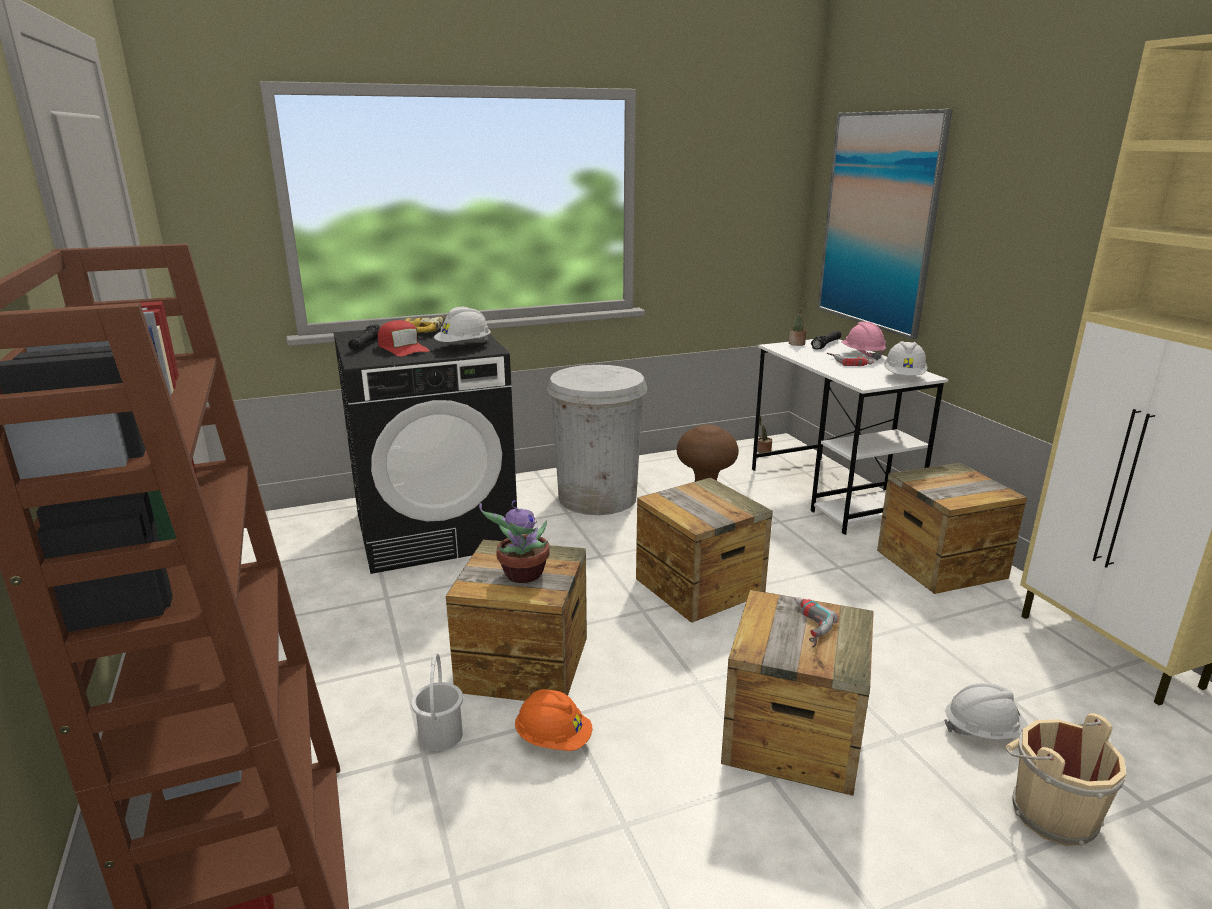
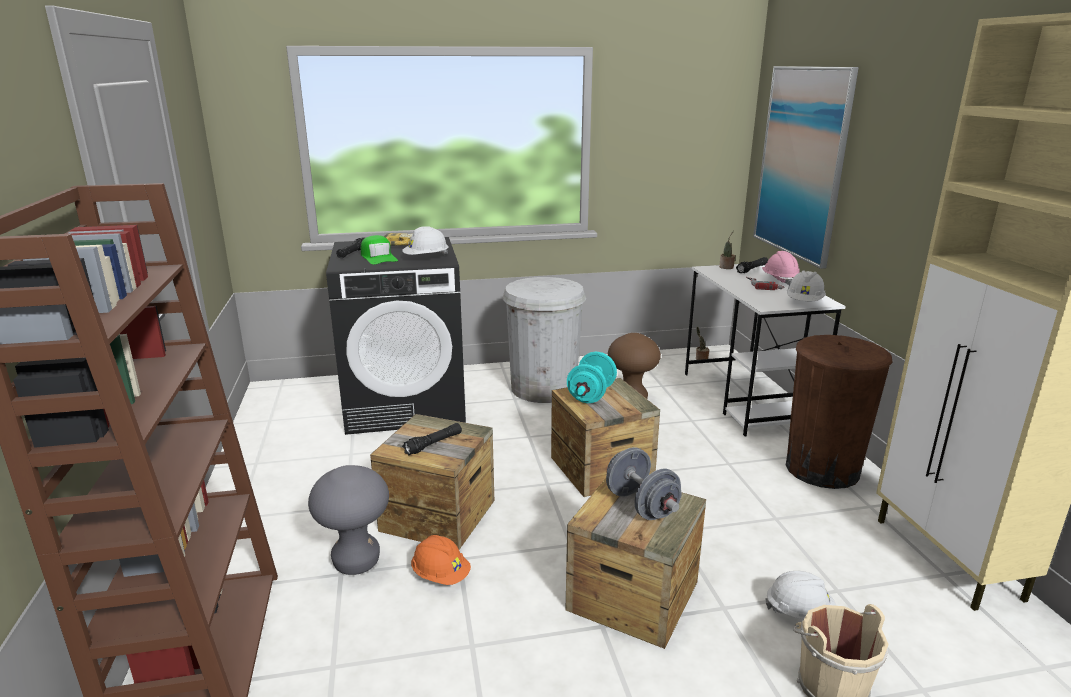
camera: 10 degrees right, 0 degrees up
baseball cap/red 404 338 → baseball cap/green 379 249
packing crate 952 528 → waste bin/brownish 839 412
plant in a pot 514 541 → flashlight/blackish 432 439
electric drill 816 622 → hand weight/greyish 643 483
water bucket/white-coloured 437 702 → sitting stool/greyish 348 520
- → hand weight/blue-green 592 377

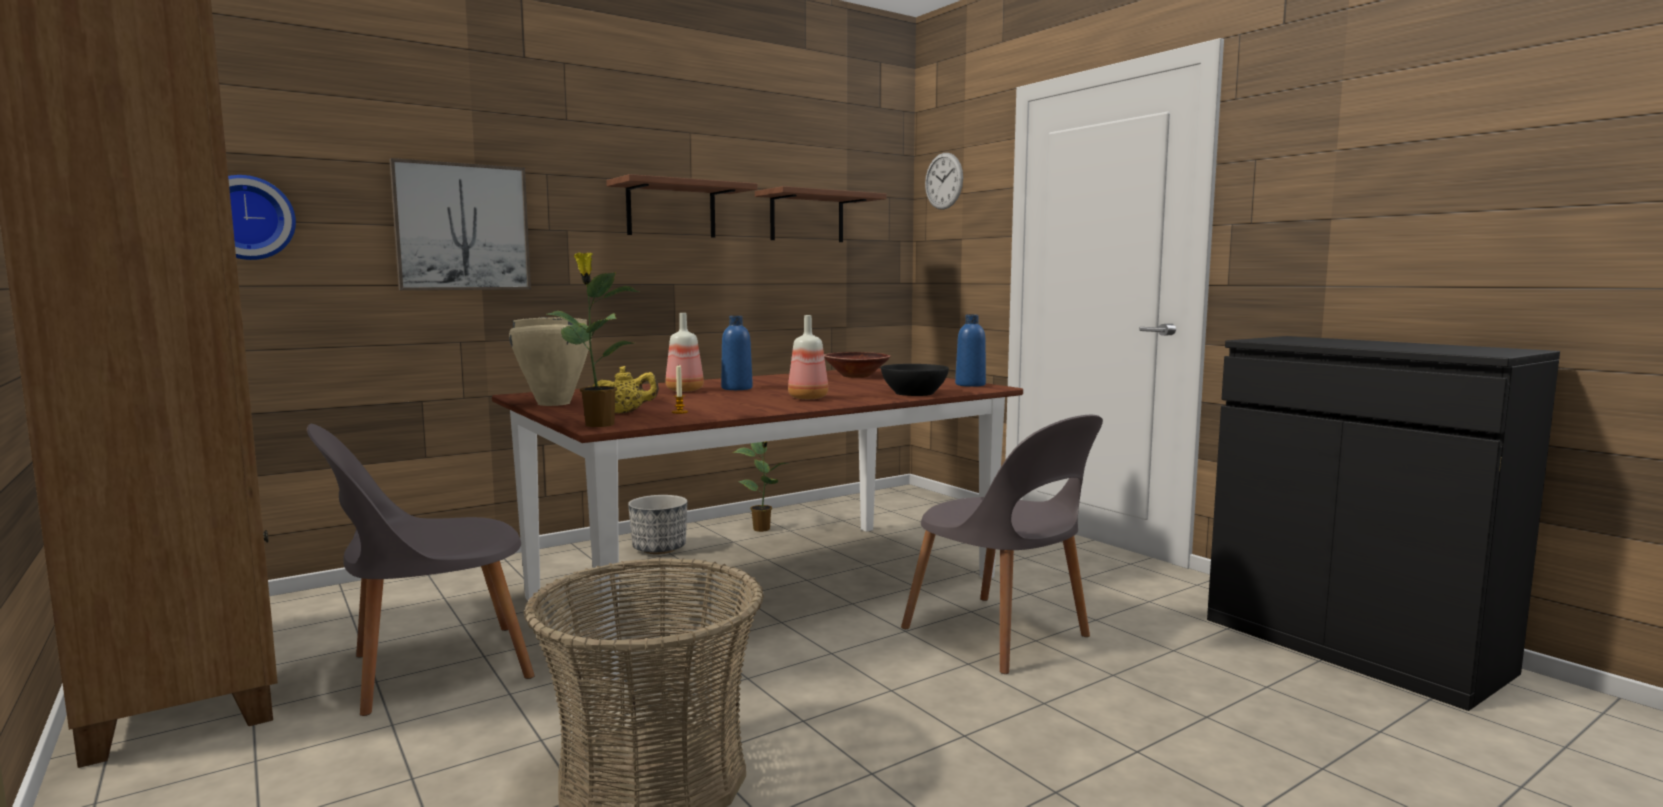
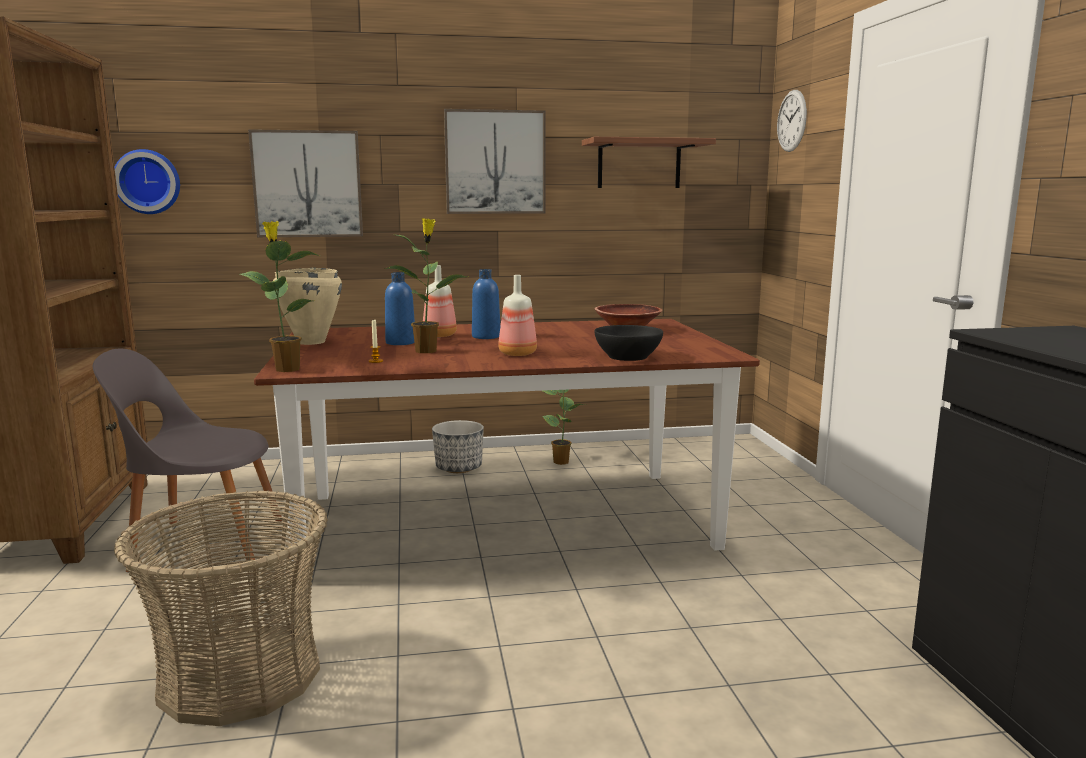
camera: 25 degrees right, 5 degrees up
wall shelf 682 206 → picture 495 161
drink bottle/bluish 970 351 → drink bottle/bluish 400 308, moved
teapot/yellow-coloured 626 389 → -
chair/greyish 1002 544 → -
- → plant in a pot 426 285

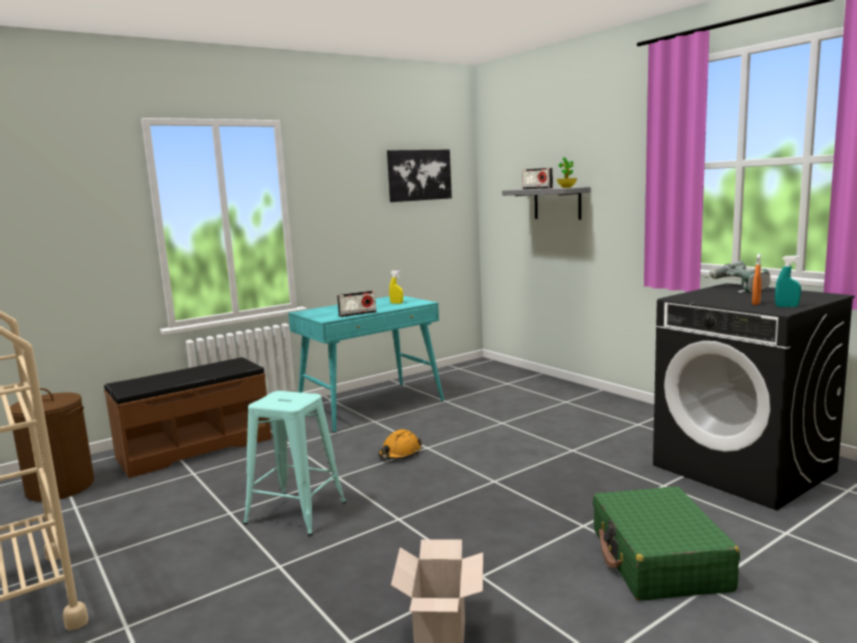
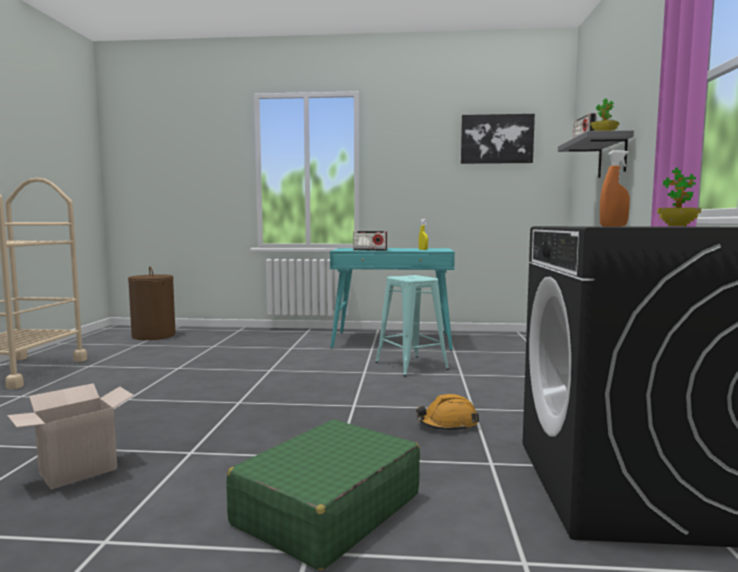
camera: 40 degrees right, 5 degrees down
spray bottle/blue-green 788 281 → -
electric drill 737 277 → plant in a pot 679 197
indoor bench/brownish 187 417 → -
sitting stool/blue-green 294 463 → sitting stool/blue-green 412 325, moved
safety helmet/orange 400 444 → safety helmet/orange 447 413, moved

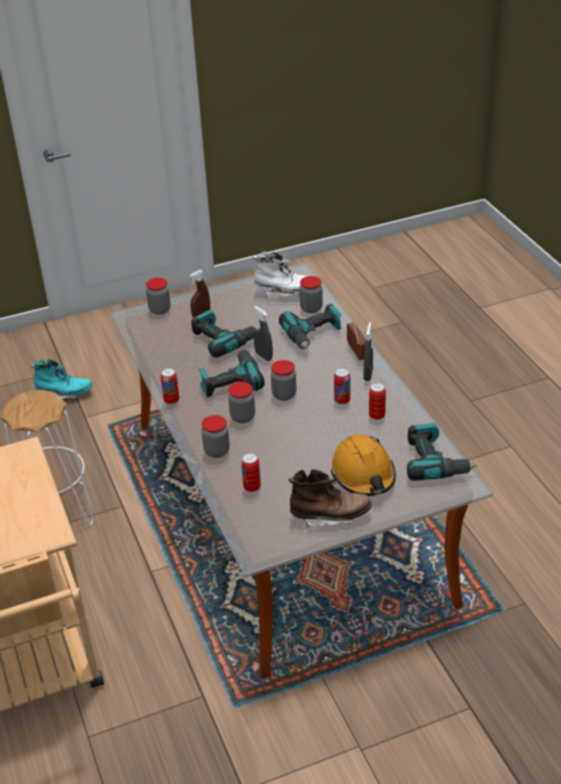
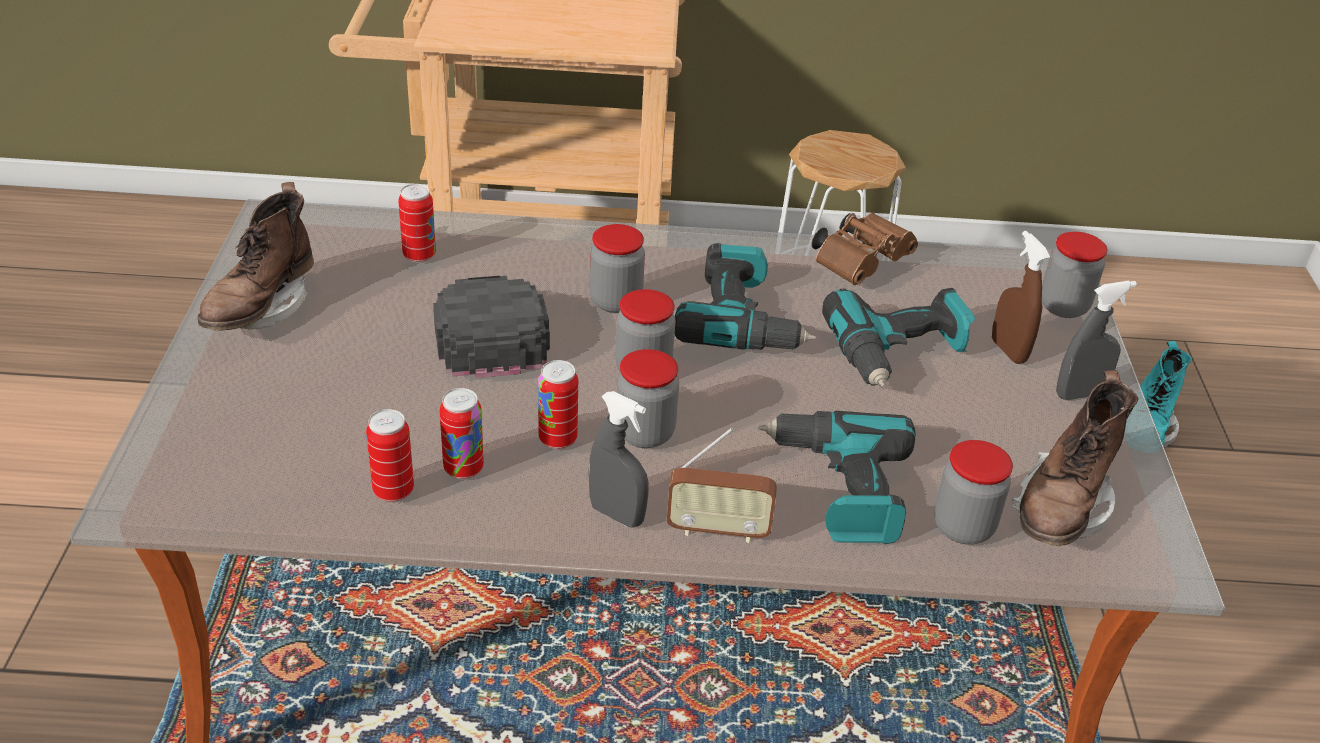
camera: 110 degrees right, 0 degrees up
high-top boot/white-coloured 280 275 → high-top boot/brownish 1075 458
spray bottle/greyish 263 333 → spray bottle/greyish 1096 340, moved
sealed can 170 386 → sealed can 390 455, moved
storage jar 215 436 → storage jar 648 398, moved
electric drill 442 452 → -
safety helmet/orange 363 465 → -
- → binoculars/brownish 865 249
- → baseball cap/blackish 491 327

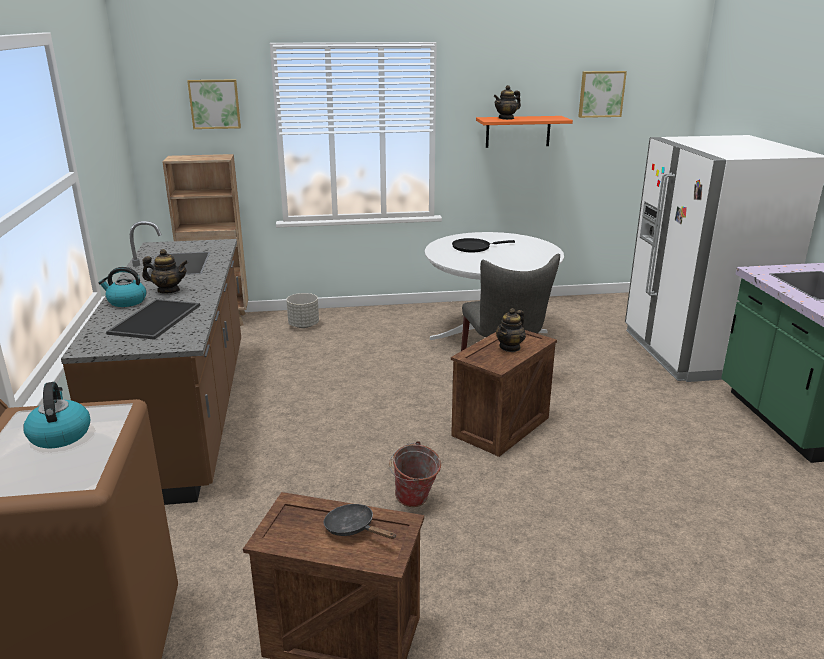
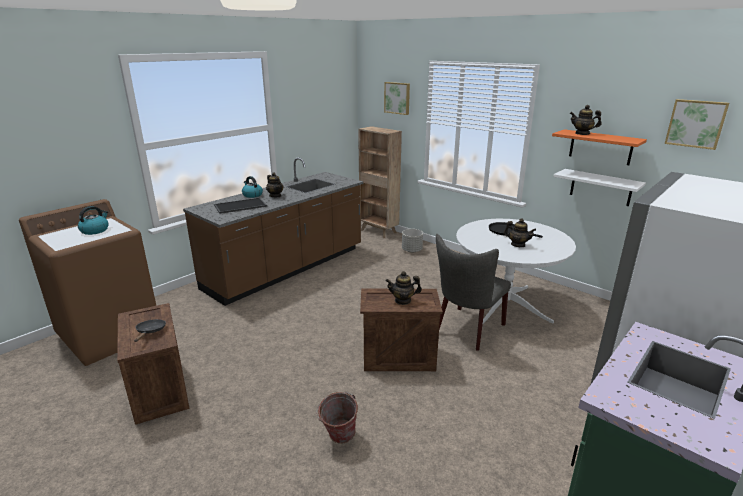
camera: 50 degrees right, 0 degrees up
water bucket 415 474 → water bucket 337 418, moved
- → wall shelf/white-coloured 599 187
- → teapot 520 233

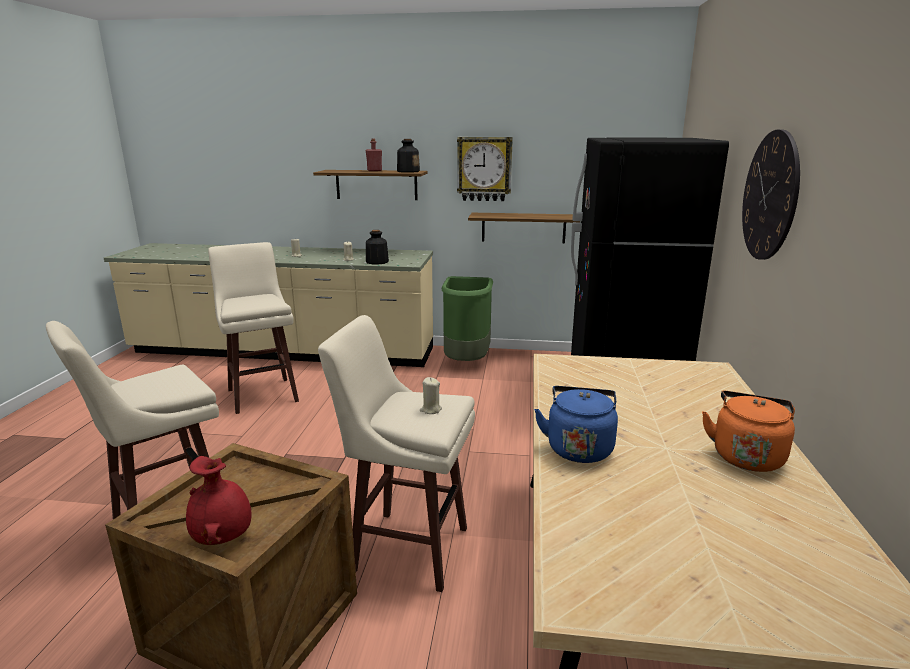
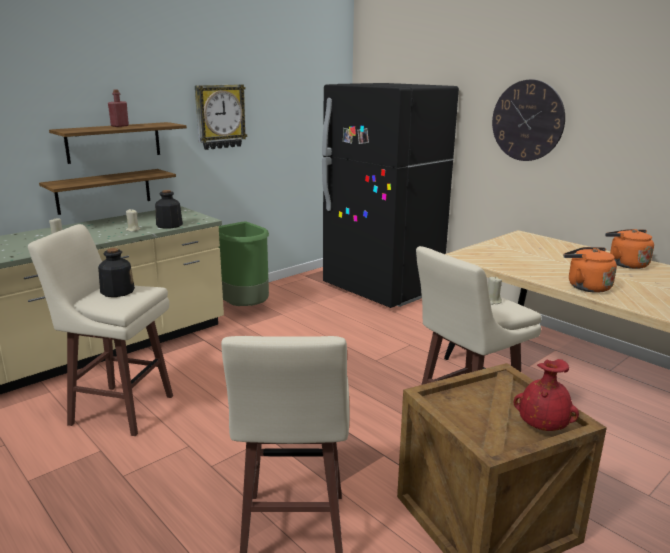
camera: 50 degrees left, 0 degrees up
drink bottle 408 156 → drink bottle 116 272, moved
wall shelf 524 228 → wall shelf 107 192, moved
tea kettle/bluish 576 424 → tea kettle/orange 590 270

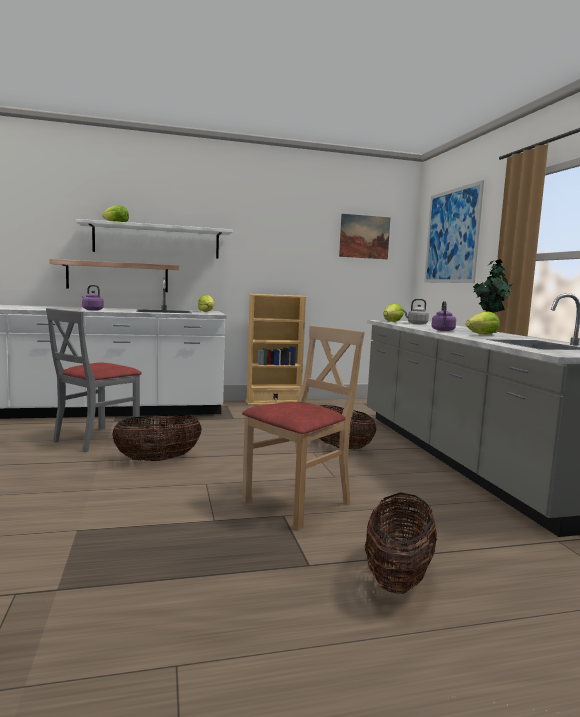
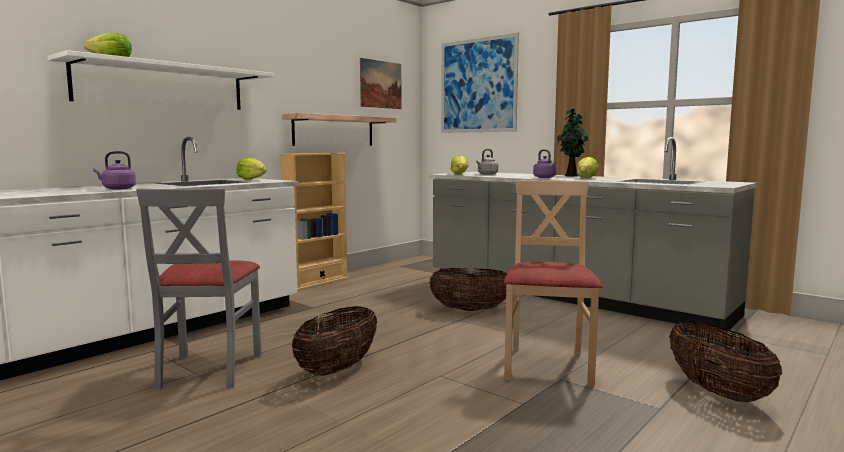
camera: 35 degrees left, 0 degrees up
wall shelf 114 275 → wall shelf 339 129, moved

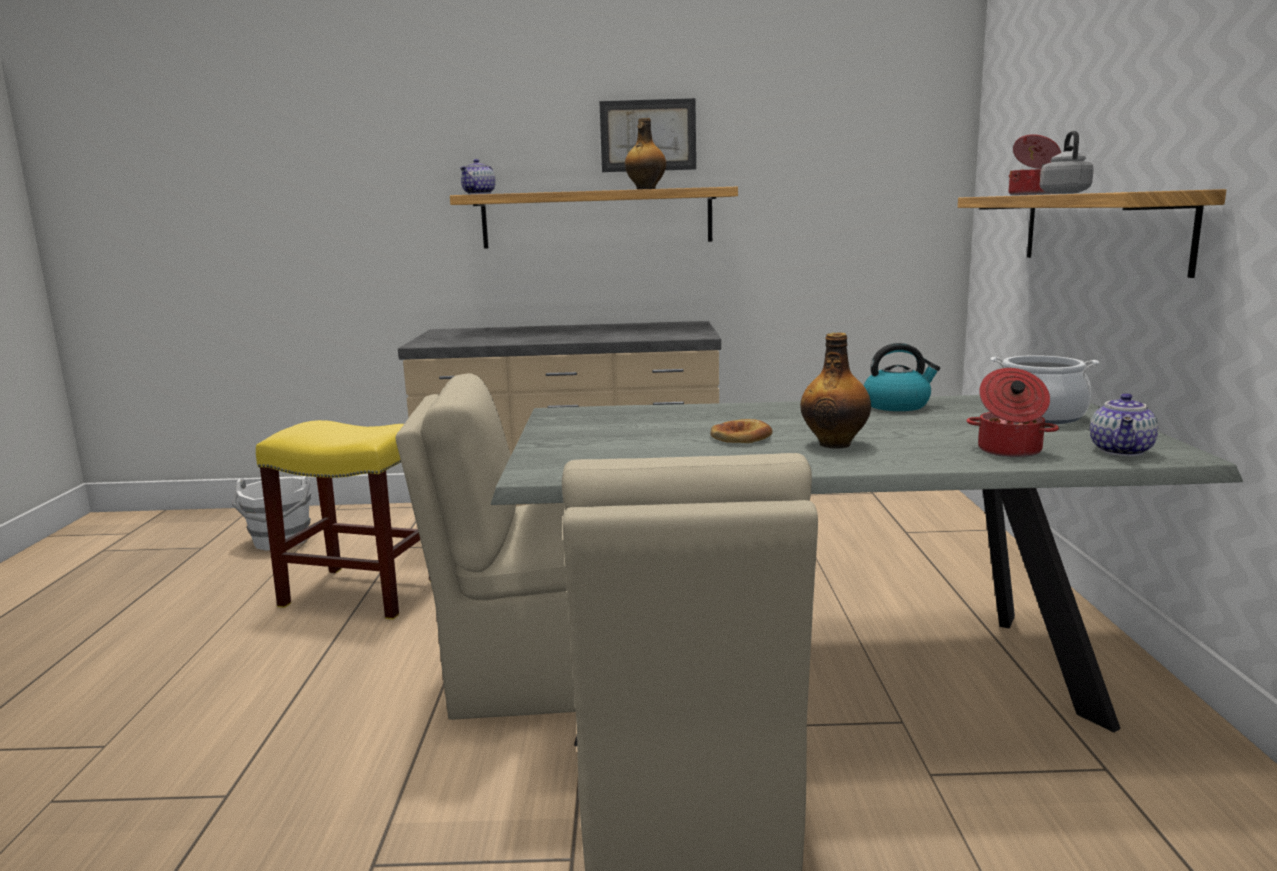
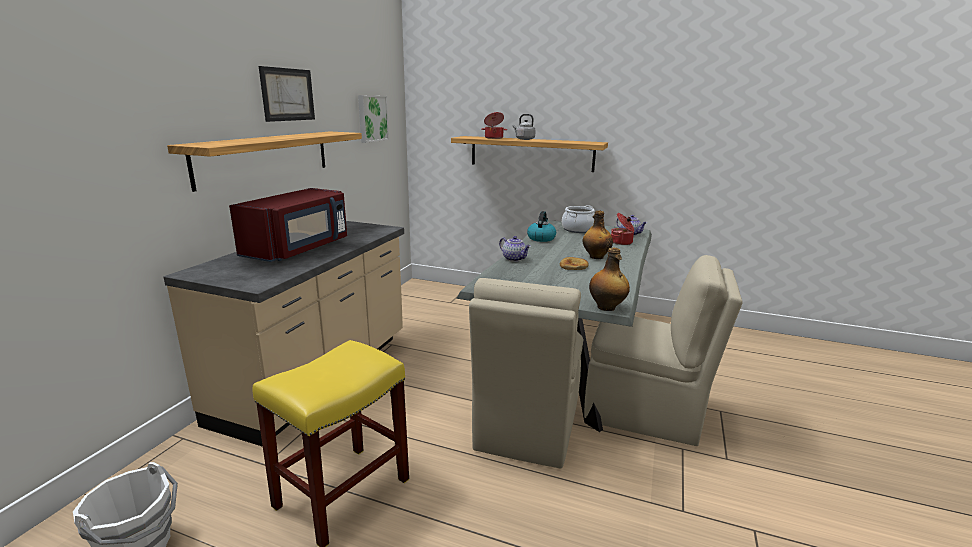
camera: 70 degrees left, 5 degrees up
drink bottle 645 154 → drink bottle 609 279, moved
teapot 478 177 → teapot 515 249, moved
- → picture 373 119
- → microwave/red 288 225

